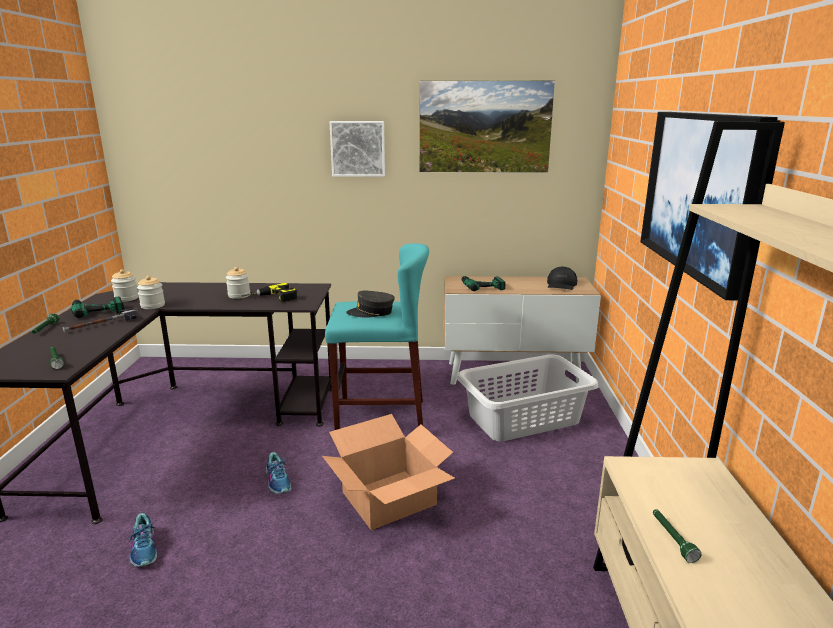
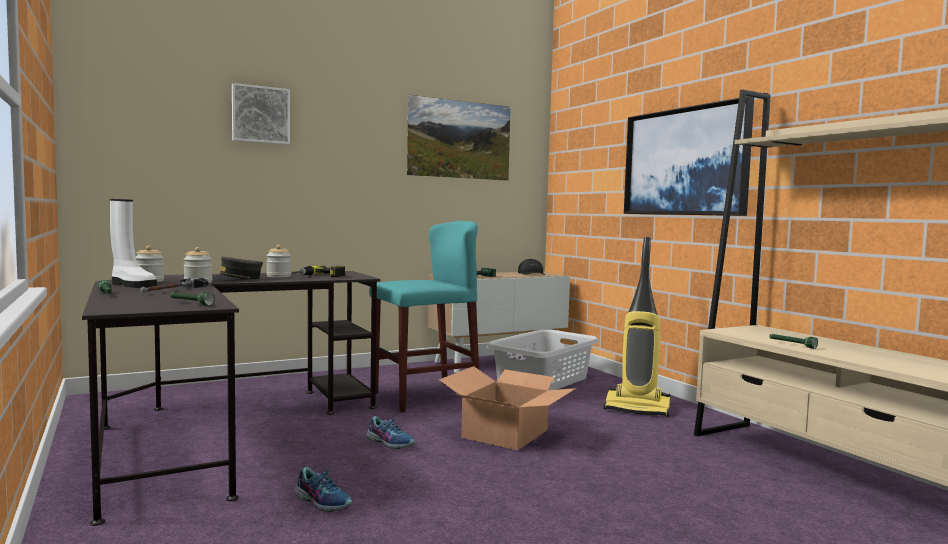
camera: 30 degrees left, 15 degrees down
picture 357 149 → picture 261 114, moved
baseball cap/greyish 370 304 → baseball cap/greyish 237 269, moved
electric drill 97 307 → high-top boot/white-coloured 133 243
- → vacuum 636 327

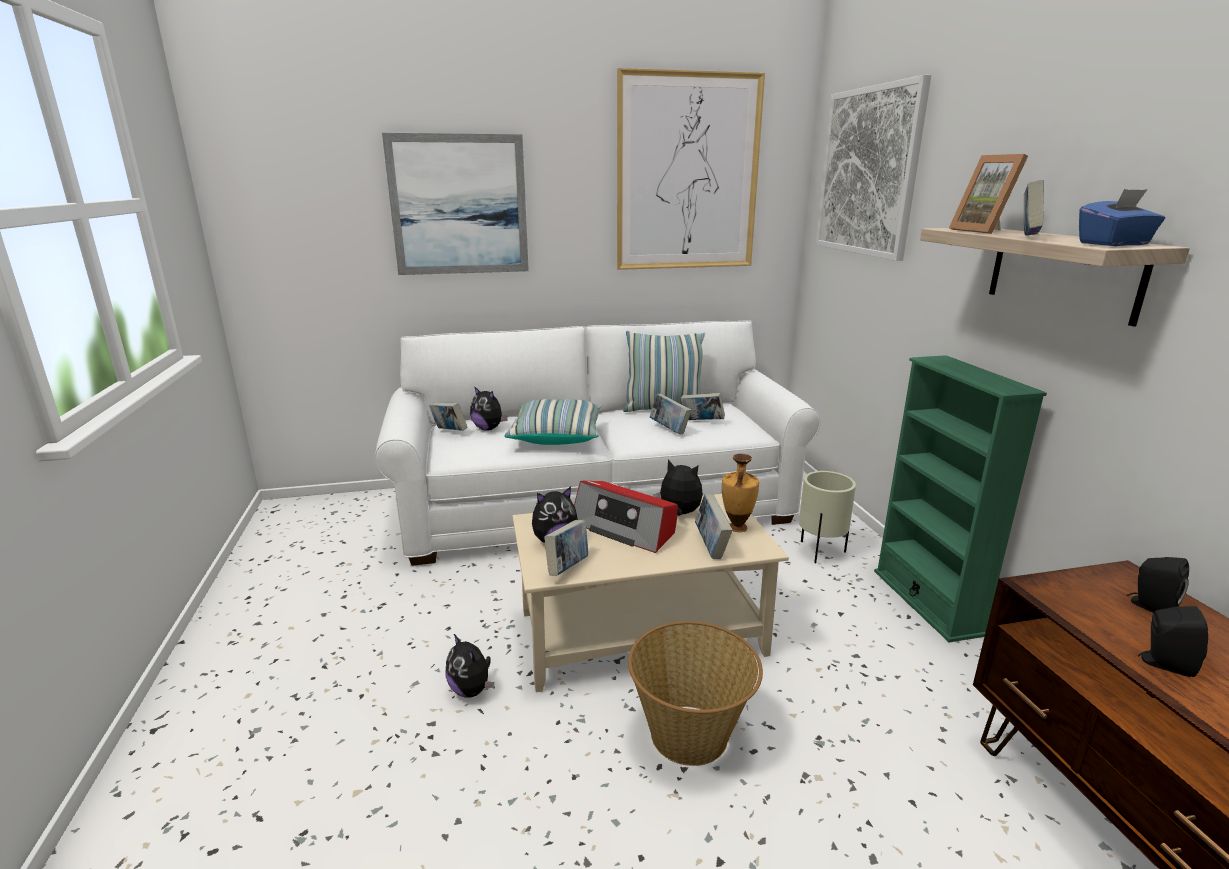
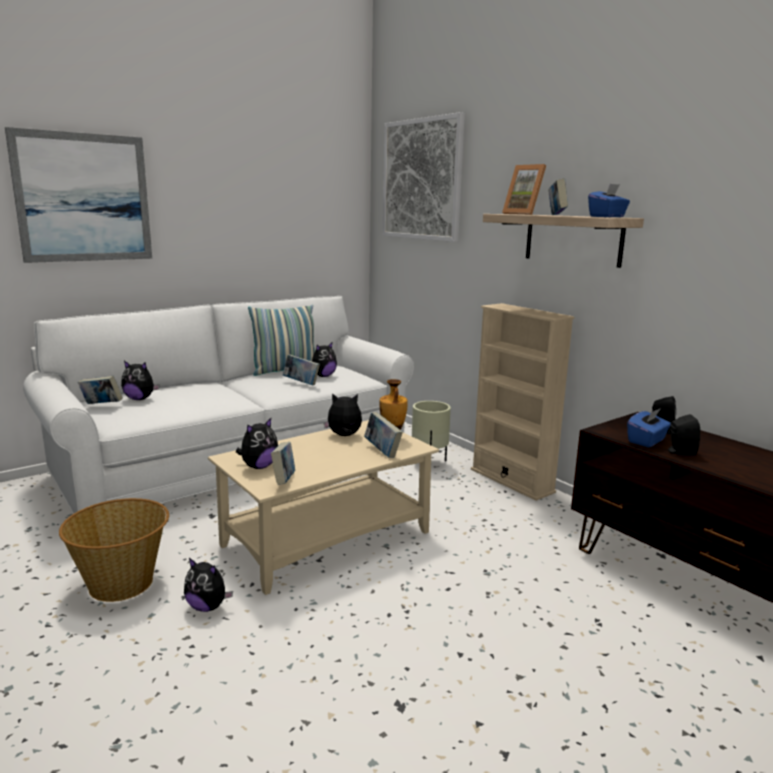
camera: 25 degrees left, 5 degrees down
picture 691 169 → -
shelving unit/green 960 498 → shelving unit/sand-coloured 522 402
bound book 703 406 → soft toy 324 359
throw pillow 552 422 → -
radio receiver 625 516 → -
basket 695 693 → basket 114 550, moved
- → tissue holder/bluish 649 427

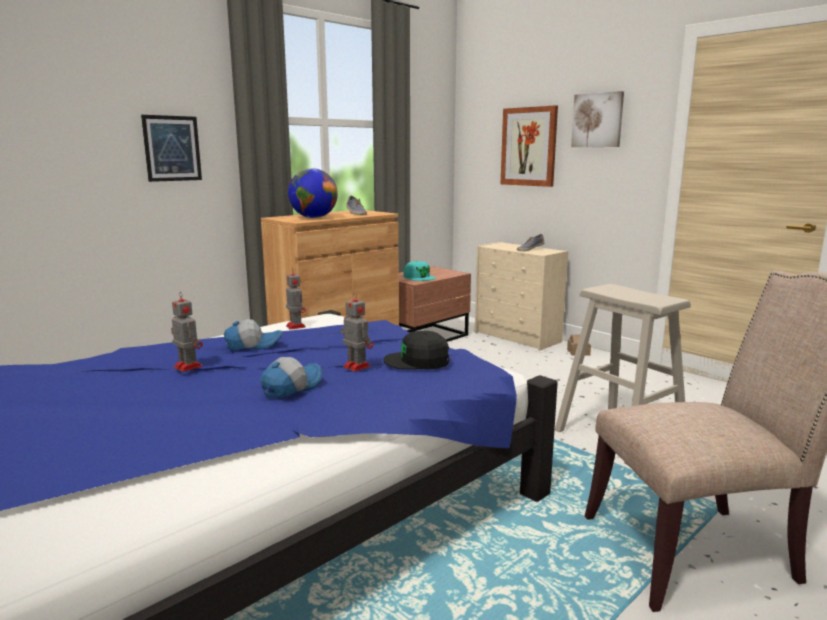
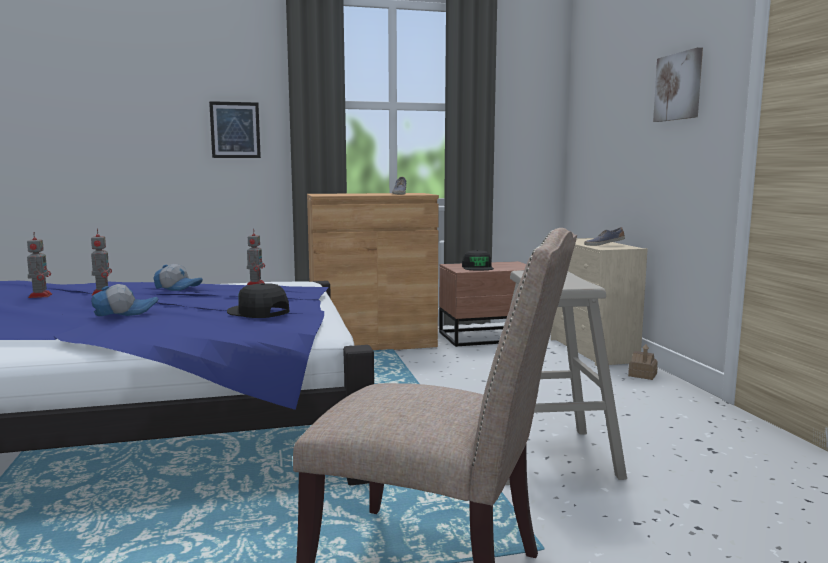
camera: 30 degrees right, 5 degrees down
picture 529 146 → -
globe 313 193 → -
baseball cap/blue-green 419 271 → baseball cap/blackish 478 260
toy robot 357 332 → toy robot 39 265, moved

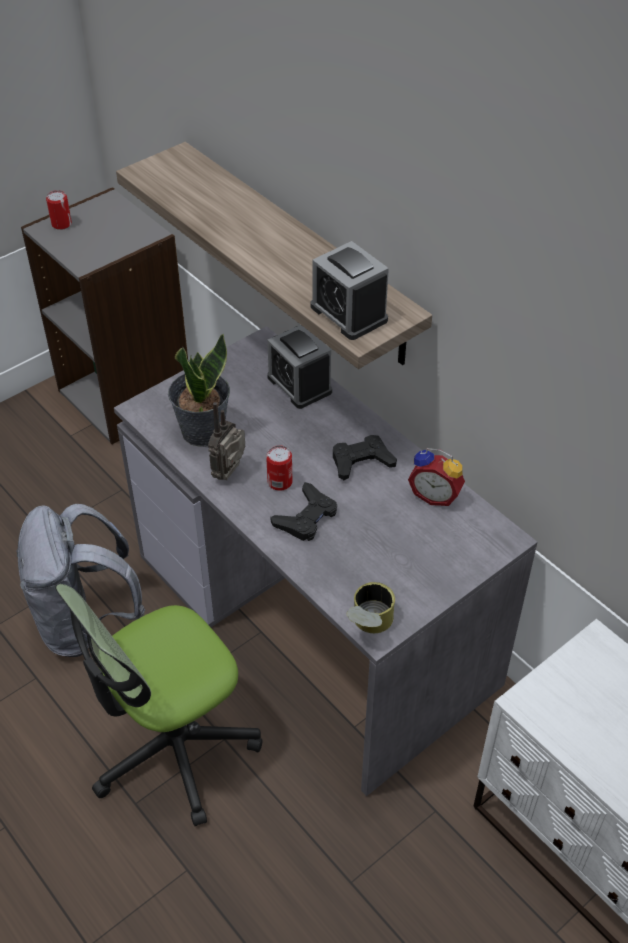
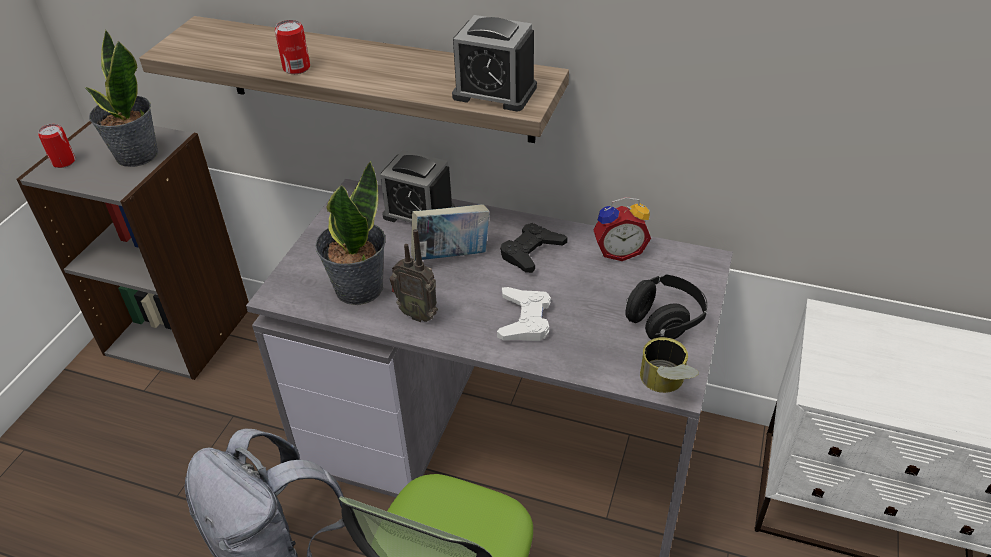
camera: 30 degrees left, 5 degrees down
radio receiver 226 441 → radio receiver 414 275, 60 degrees counterclockwise
sealed can 279 468 → sealed can 292 47, moved
game controller/blackish 303 511 → game controller/white-coloured 524 314
- → plant in a pot 122 98
- → bound book 450 232
- → pair of headphones/blackish 666 307

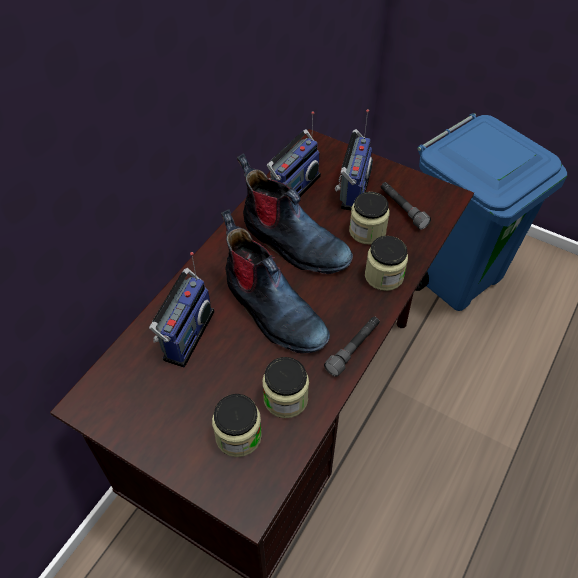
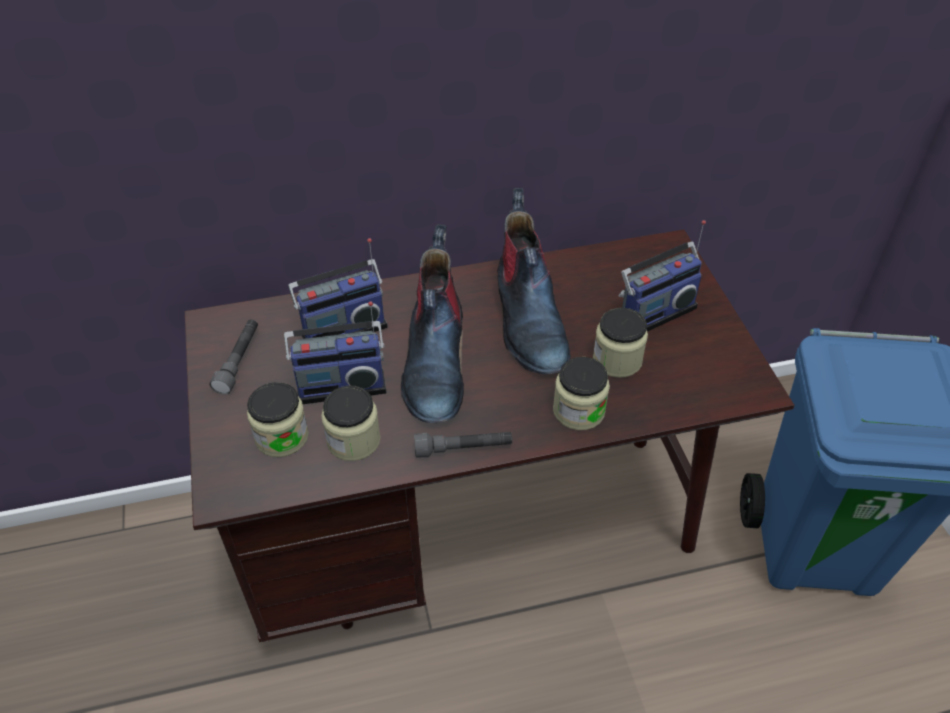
camera: 45 degrees right, 5 degrees down
radio receiver 294 154 → radio receiver 335 352, moved
flashlight/greyish 406 206 → flashlight/greyish 234 357, moved

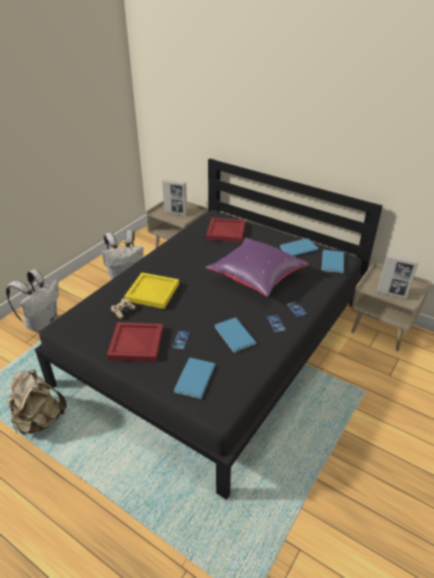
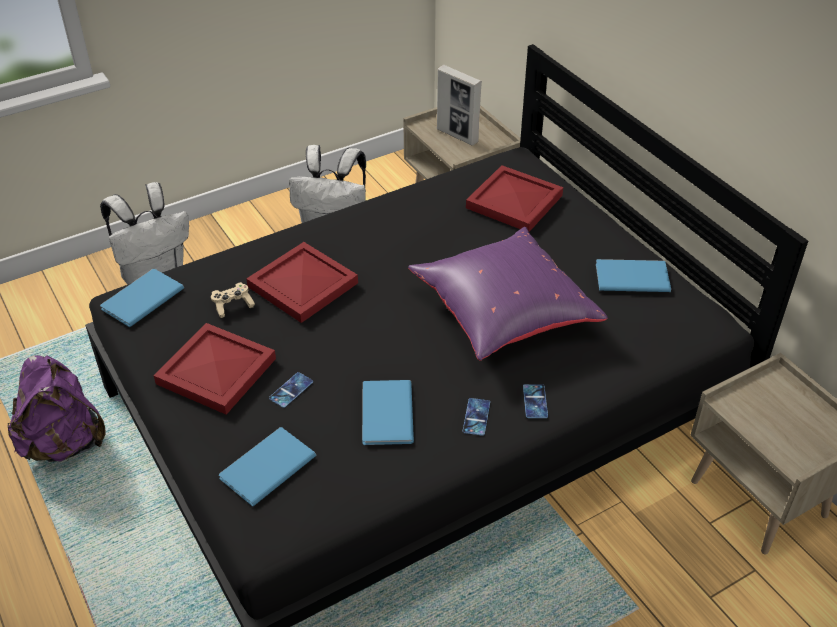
camera: 25 degrees right, 5 degrees up
bound book/bluish 332 261 → bound book/bluish 142 298, moved
picture frame 398 276 → -
carrying tray/yellow-coloured 151 291 → carrying tray/red 302 282
knapsack/sand-coloured 37 402 → knapsack/purple 56 408

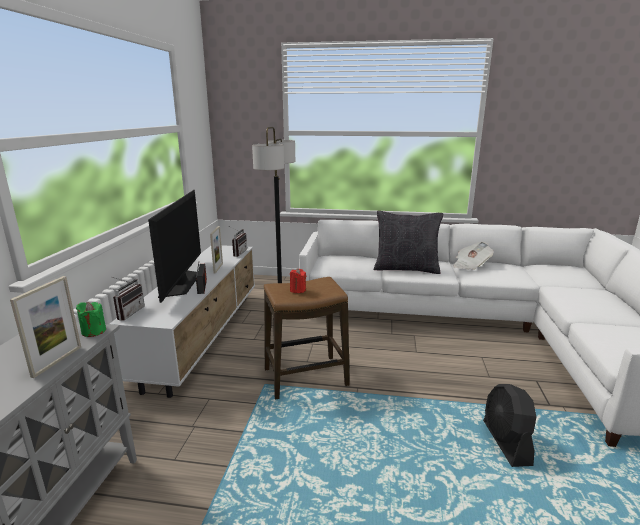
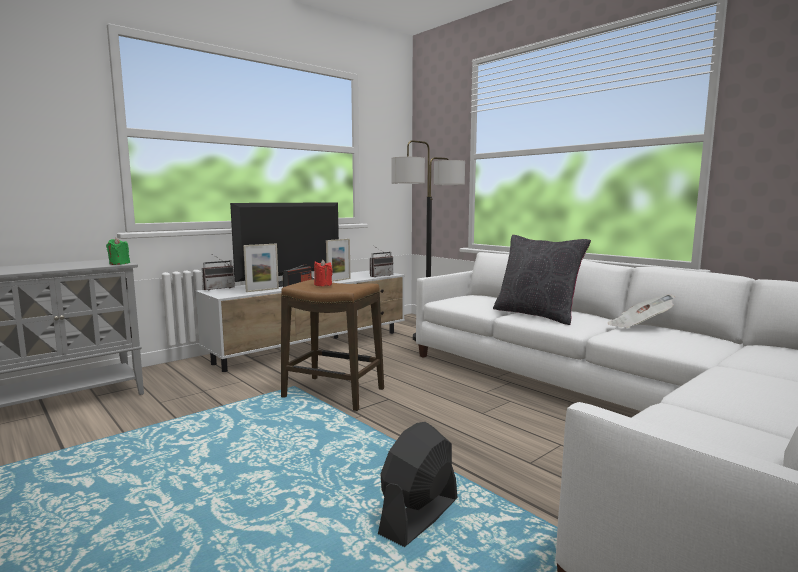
camera: 40 degrees right, 10 degrees down
picture frame 45 327 → picture frame 261 268, moved

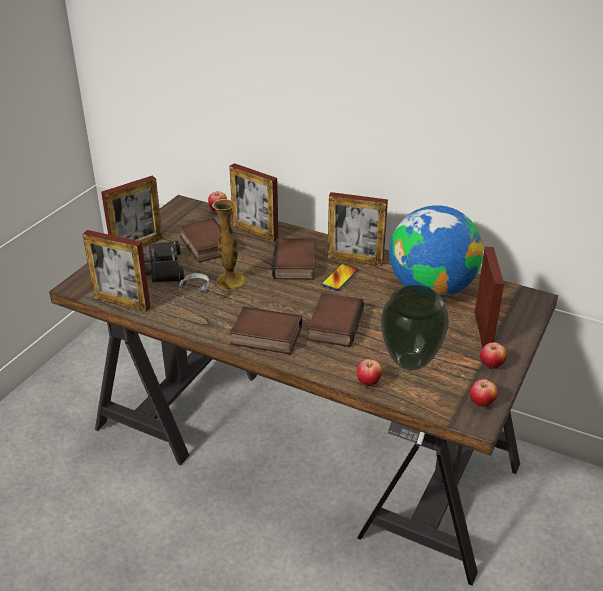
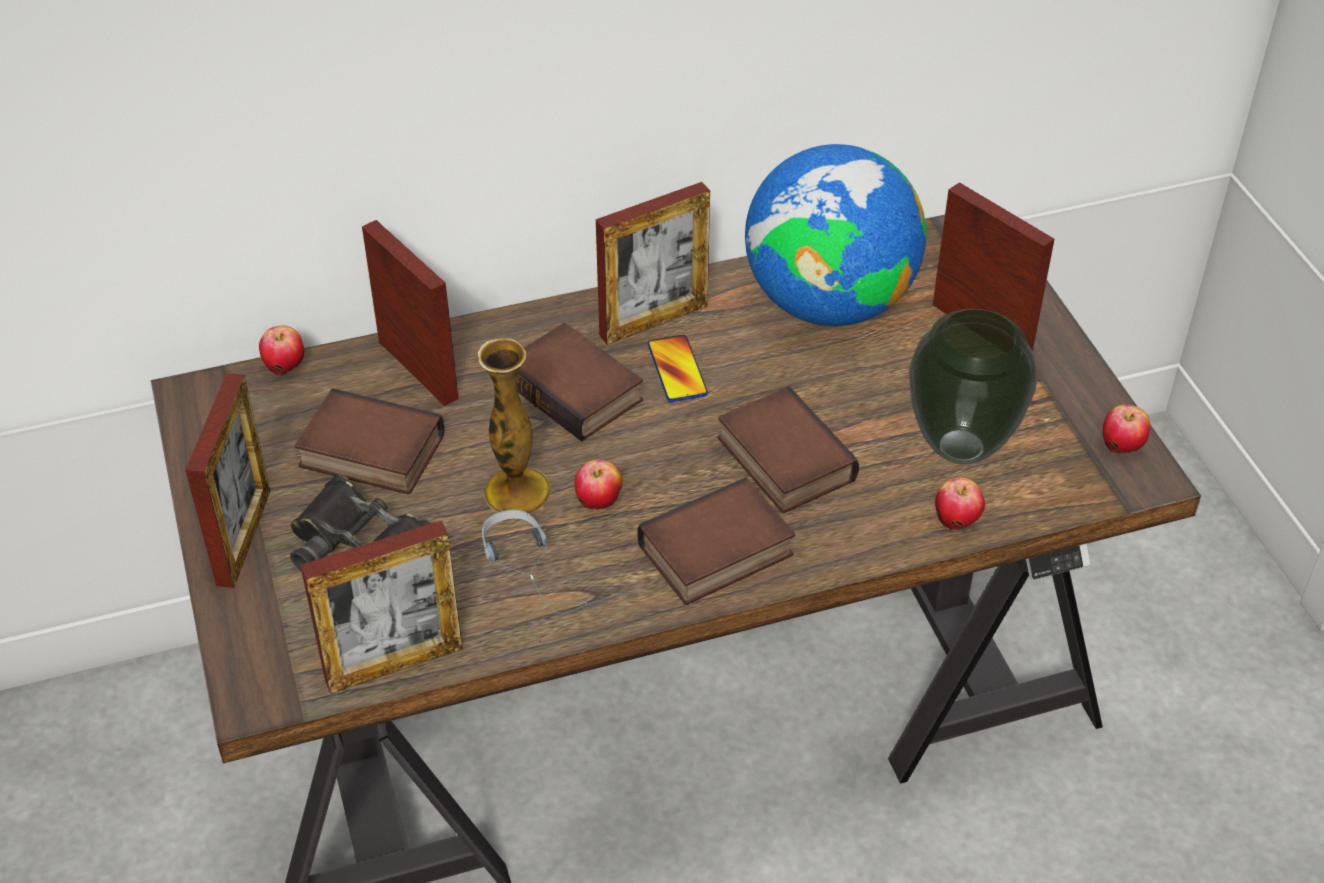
camera: 45 degrees left, 10 degrees up
picture frame 253 202 → picture frame 410 313, 120 degrees counterclockwise
apple 493 355 → apple 598 484, moved

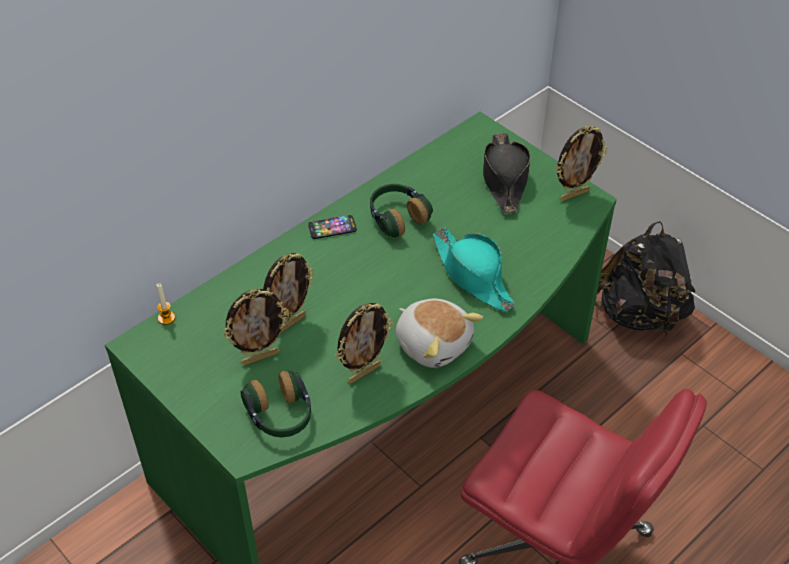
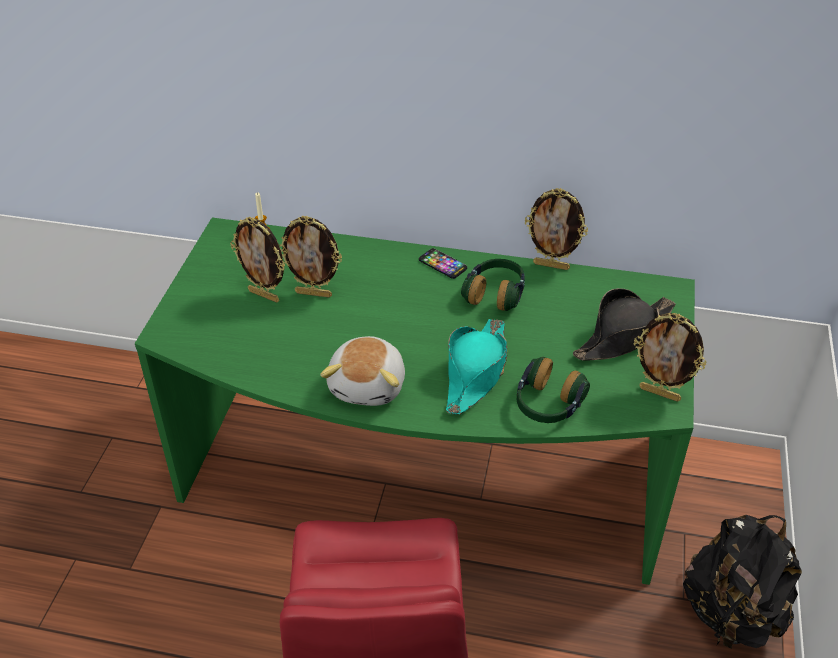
camera: 55 degrees right, 5 degrees down
picture frame 364 343 → picture frame 556 229, moved
pair of headphones 276 403 → pair of headphones 553 390, moved

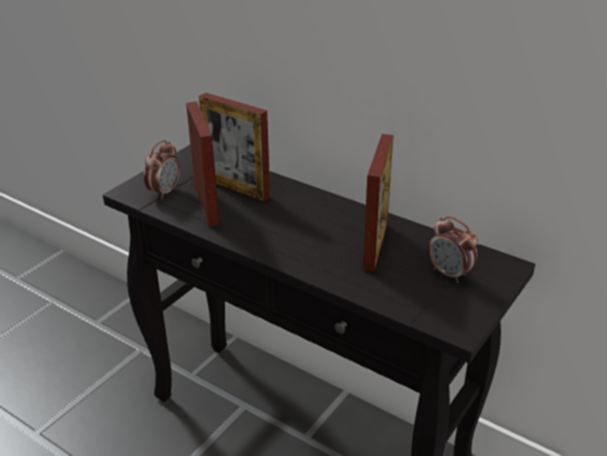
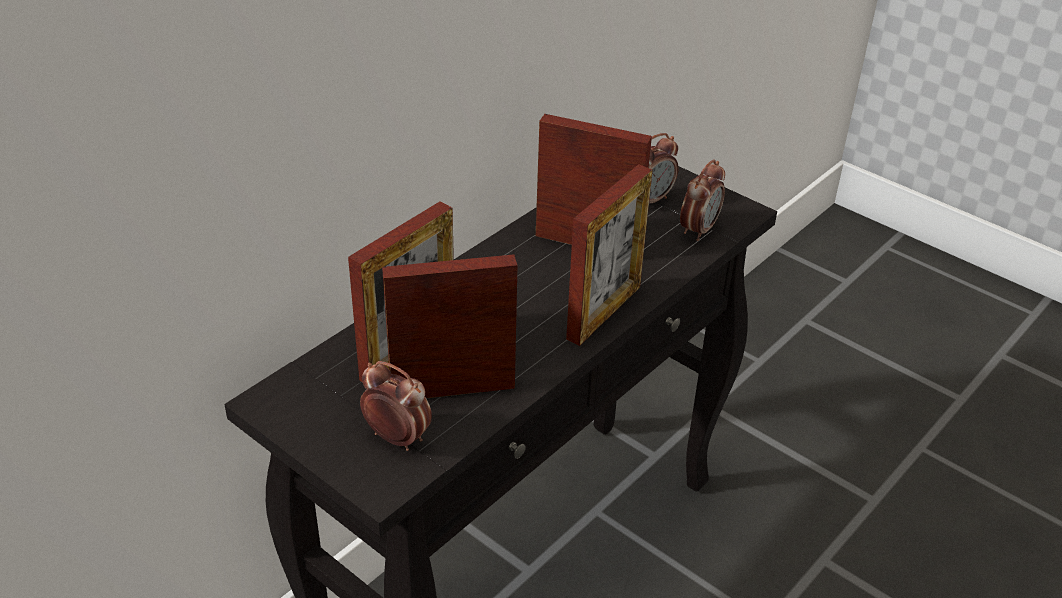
camera: 85 degrees left, 5 degrees up
- → alarm clock 702 200
- → picture frame 609 255

